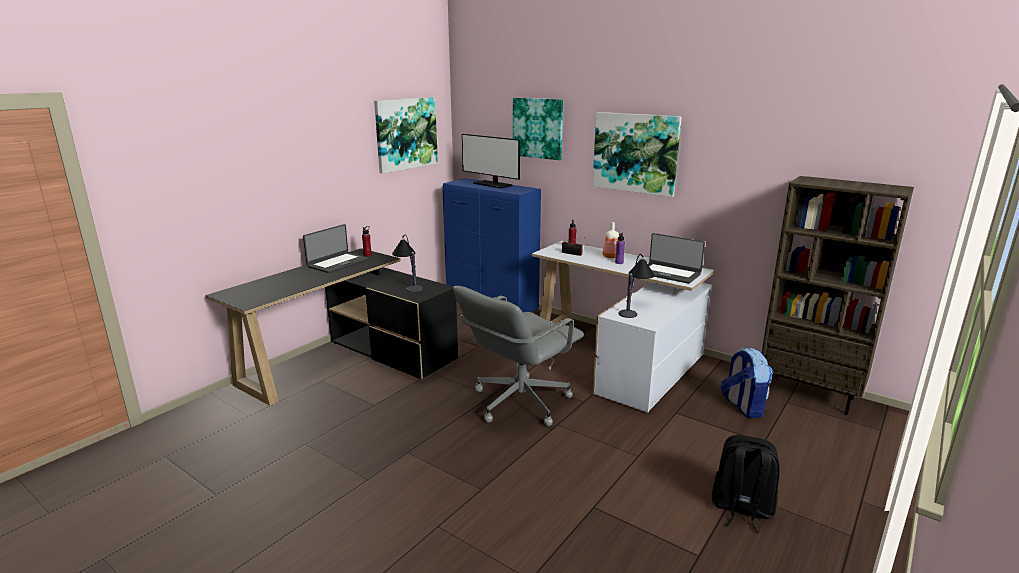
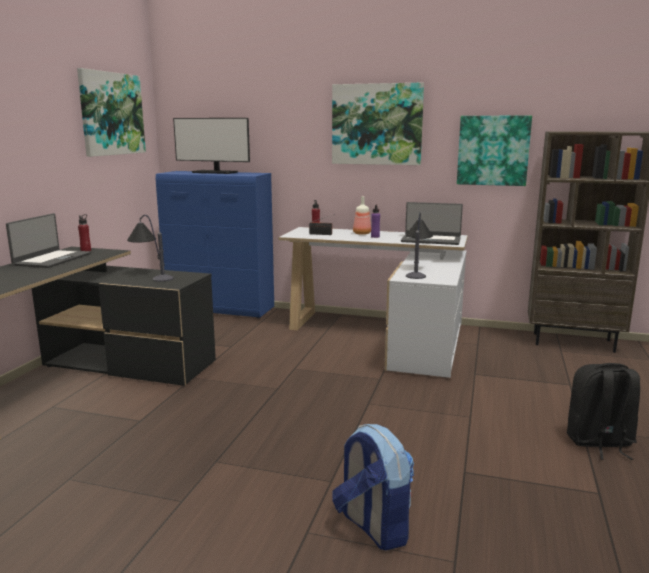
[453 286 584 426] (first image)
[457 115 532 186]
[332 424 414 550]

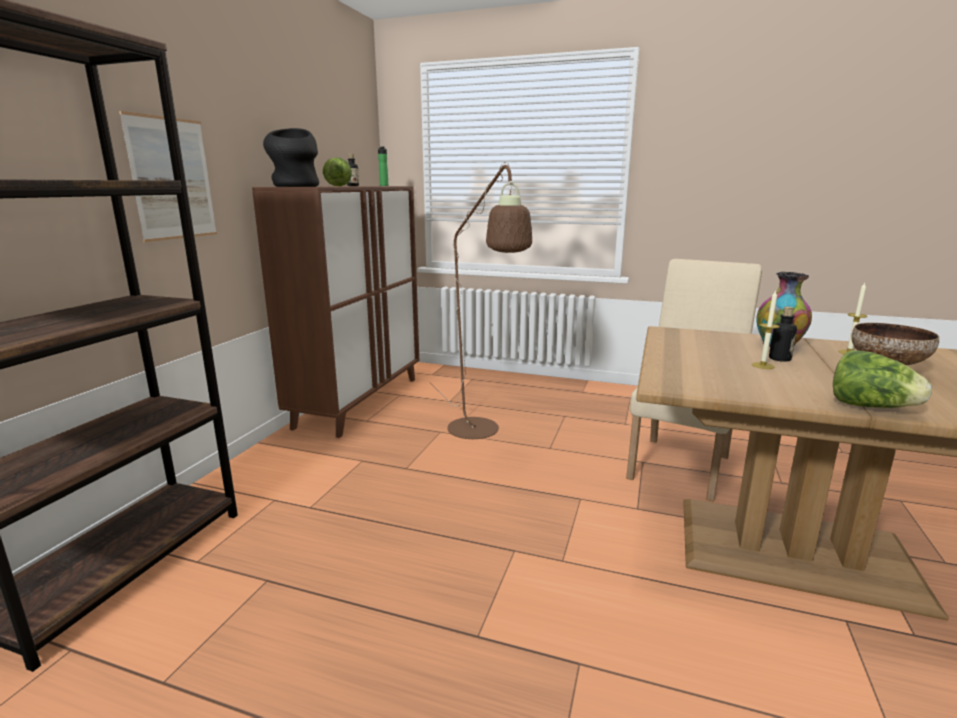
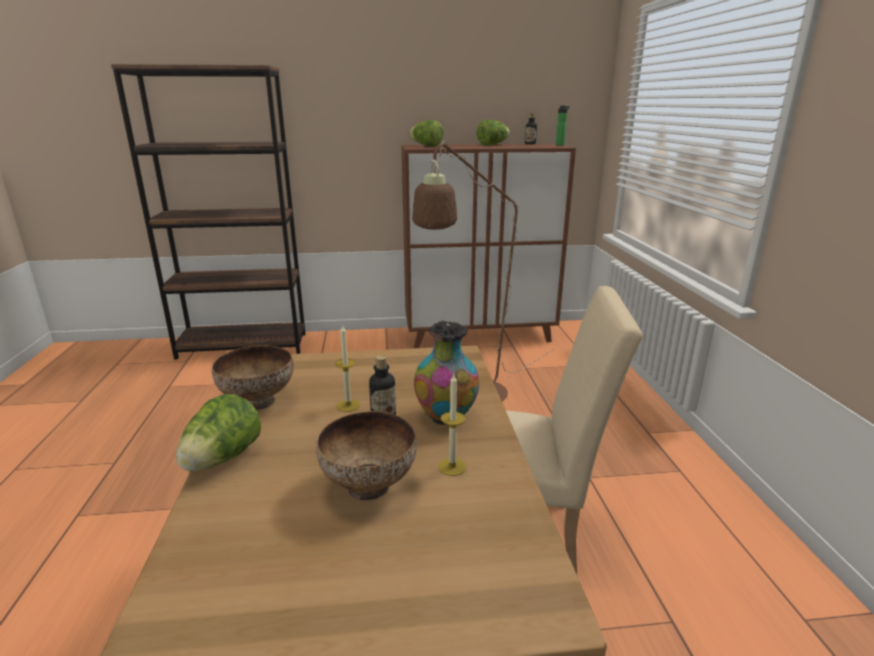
[119 111 217 242] (first image)
[212 345 294 410]
[409 120 443 146]

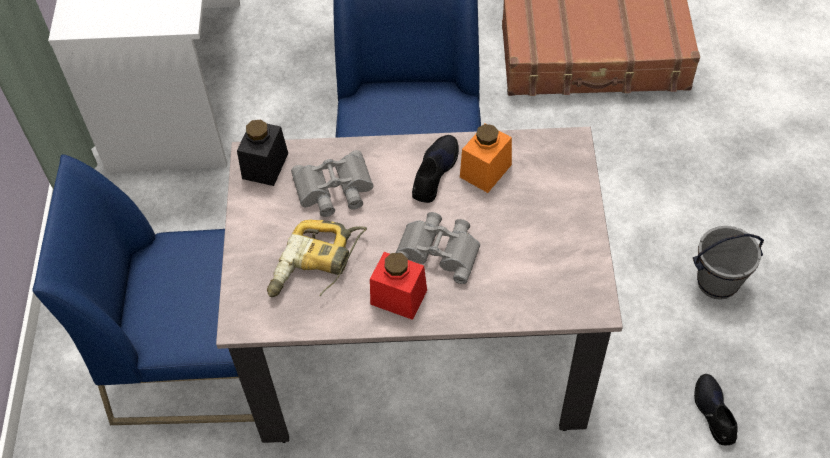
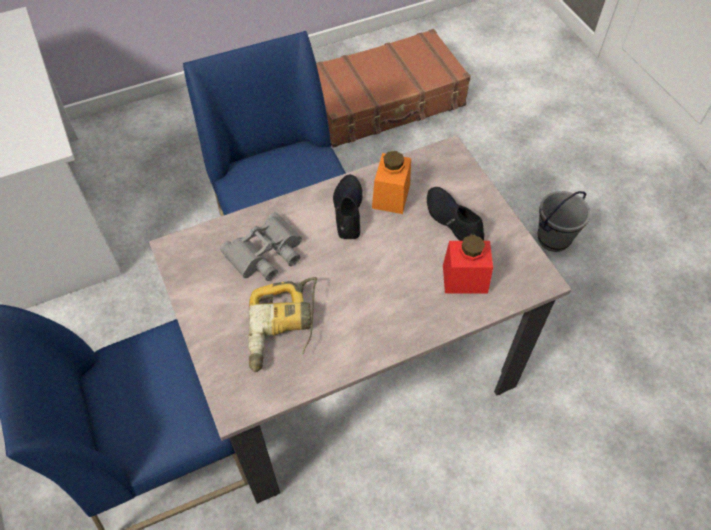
[237 120 288 186] (first image)
[396 212 480 284] (first image)
[443 235 493 294]
[427 187 484 241]

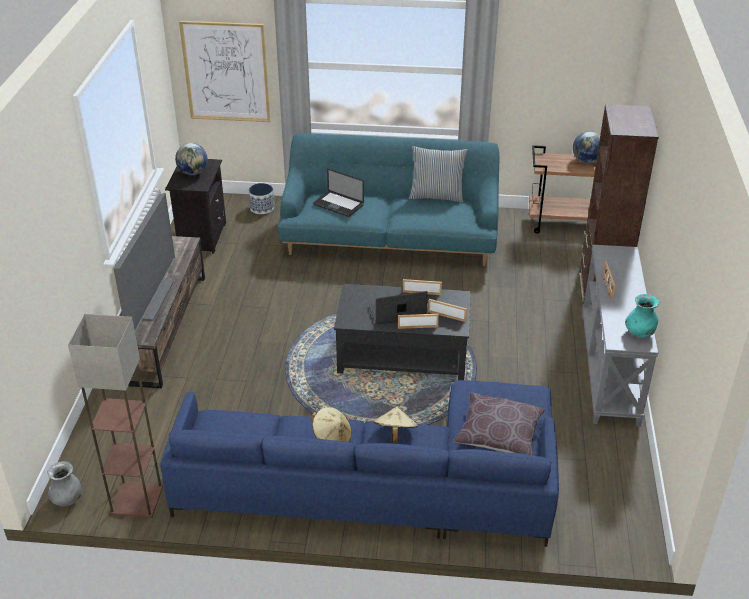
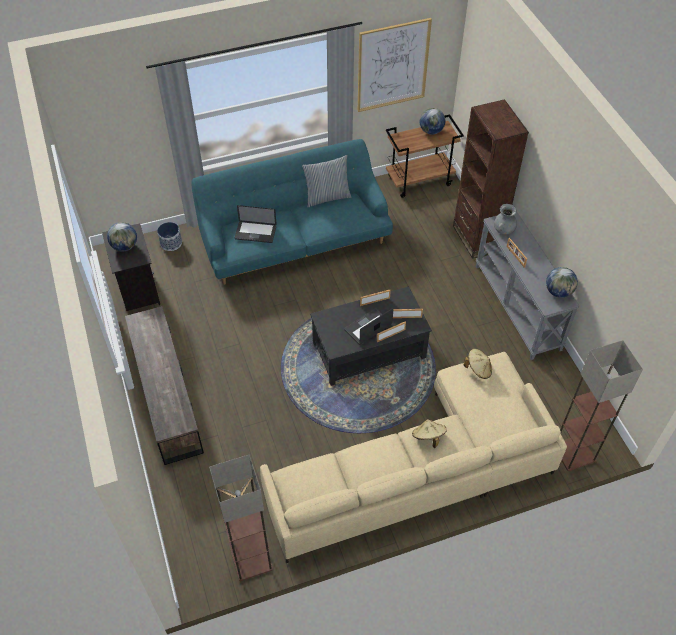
[113 193 175 332] (first image)
[453 393 546 455] (first image)
[560 340 643 471]
[494 204 517 235]
[358 18 432 112]
[464 349 492 379]
[546 267 578 298]
[260 352 567 563]

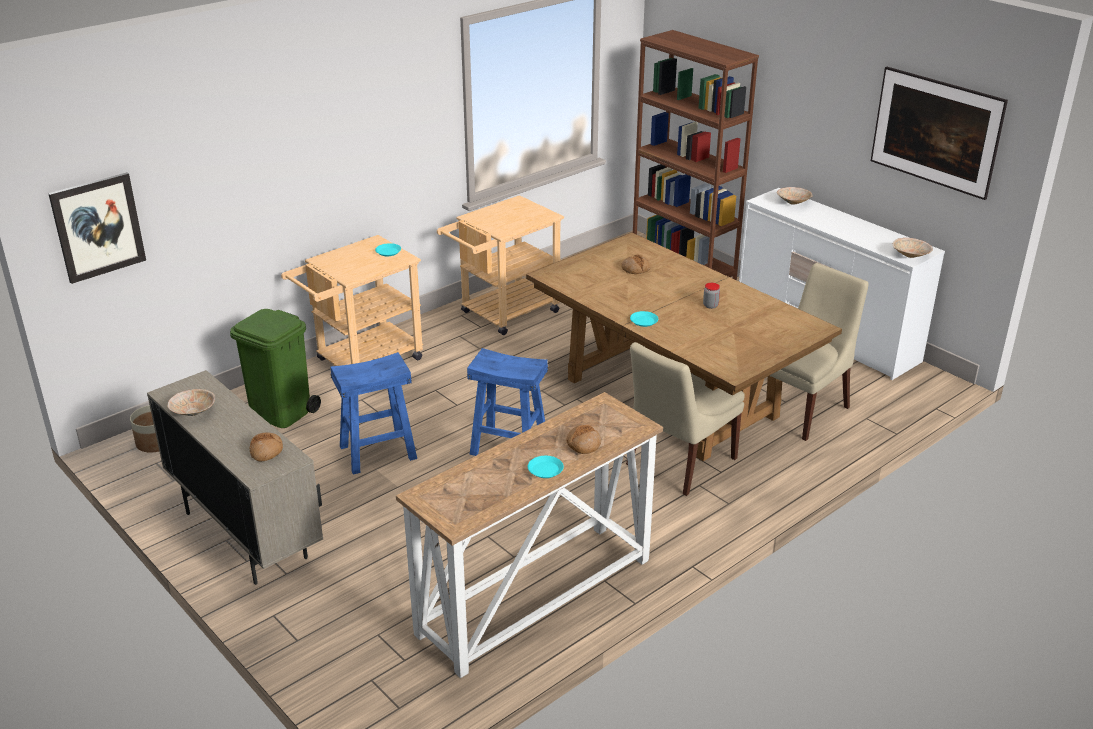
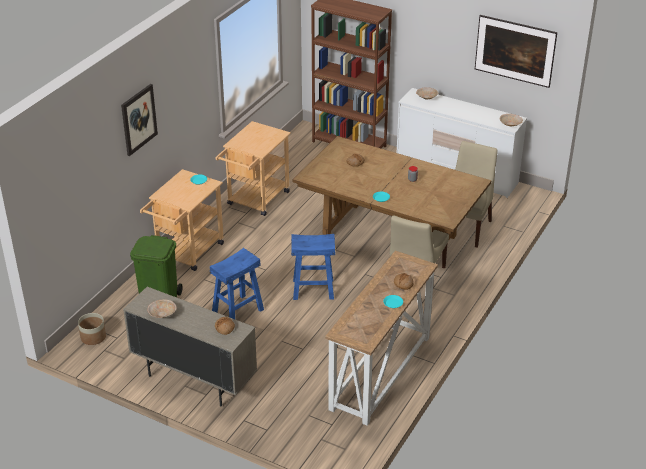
[121 84 158 156]

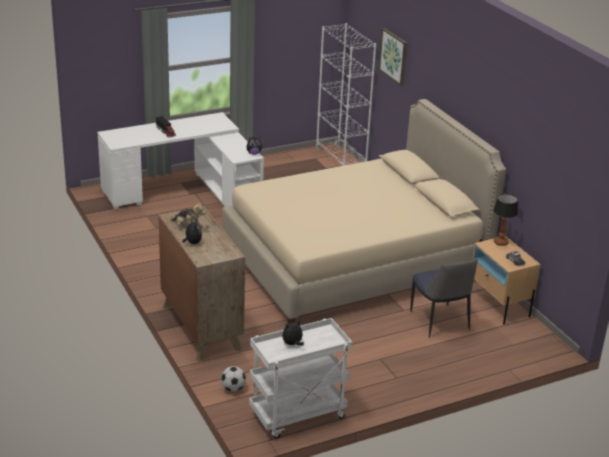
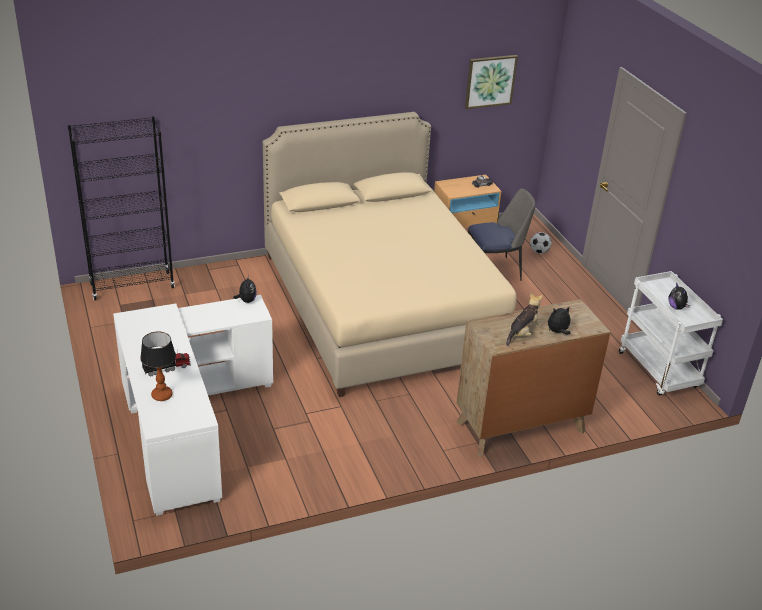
[530 232 552 254]
[465 55 518 109]
[140 331 176 401]
[68 116 175 300]

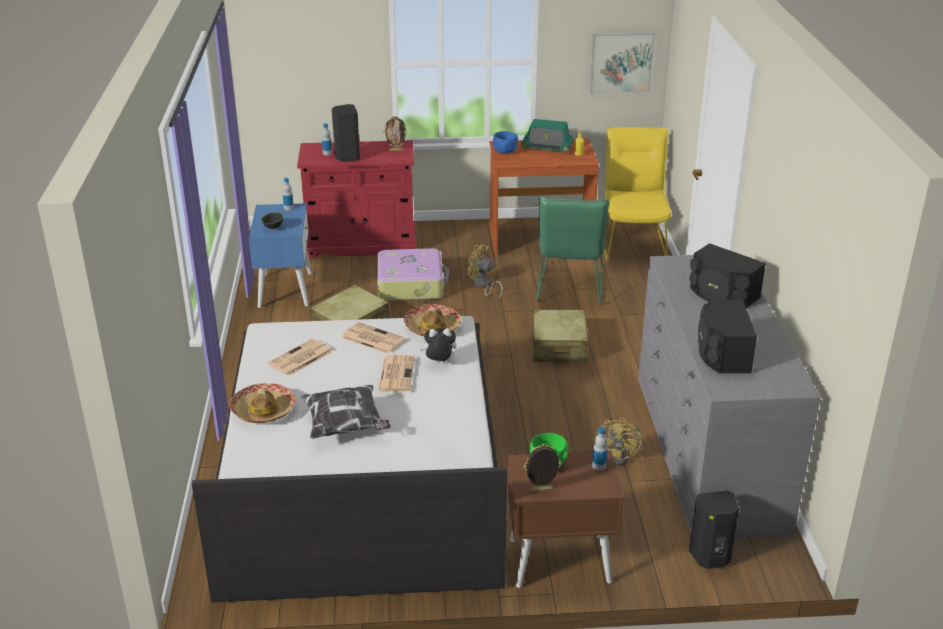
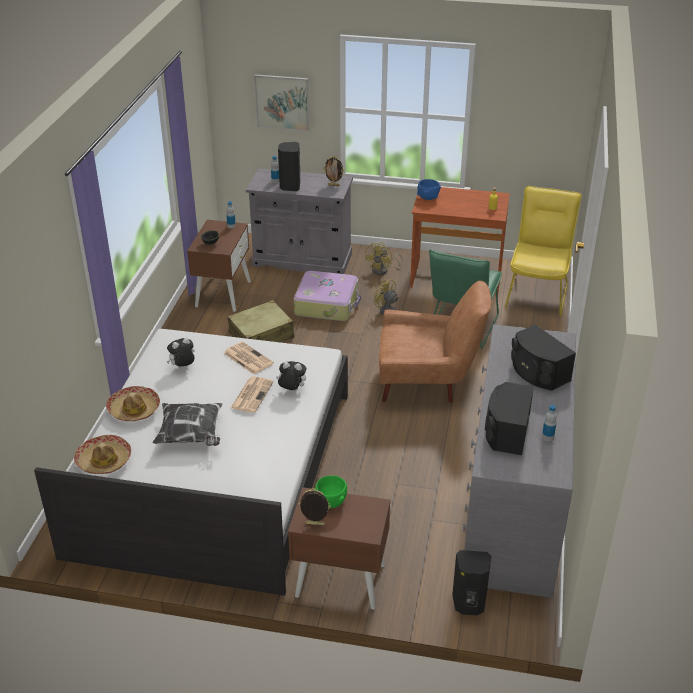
[521 119 574 153] (first image)
[74 435 131 474]
[254 74 310 131]
[542 405 557 441]
[365 242 403 275]
[166 338 195 368]
[379 281 491 403]
[187 220 251 312]
[246 168 353 274]

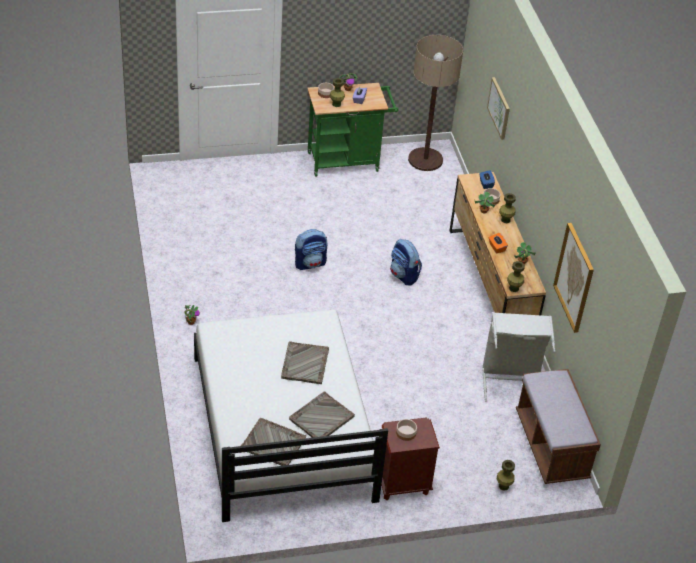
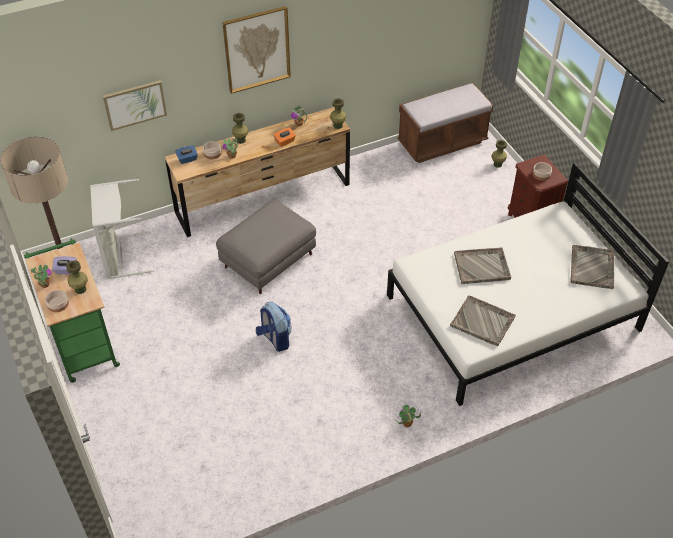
[450 295 516 346]
[90 179 155 279]
[222 6 291 94]
[216 200 316 294]

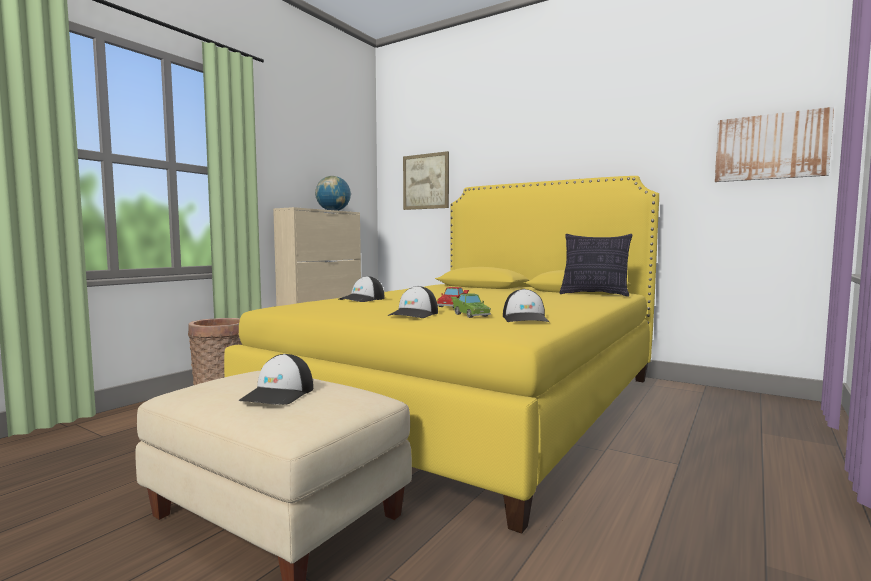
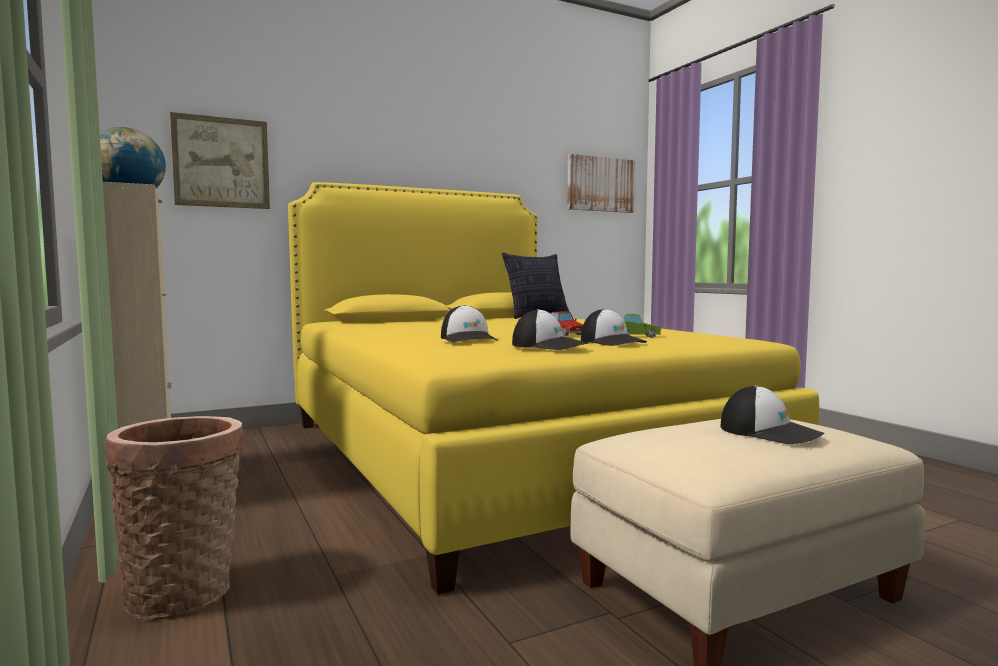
[512 309 588 350]

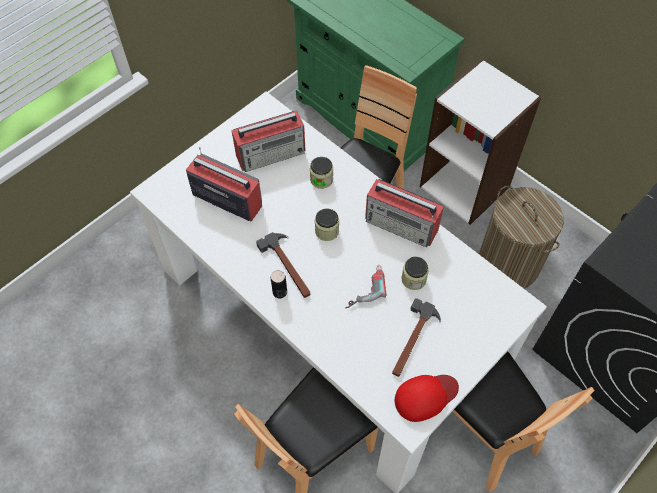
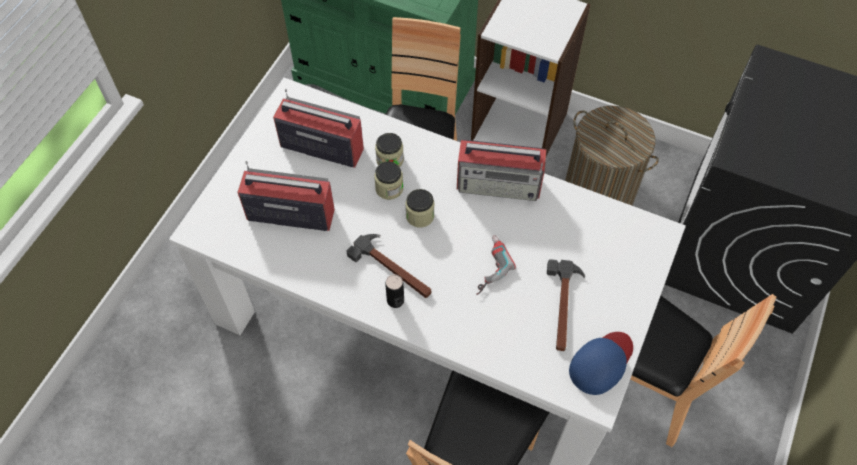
[374 161 403 200]
[569 332 633 395]
[273 88 364 168]

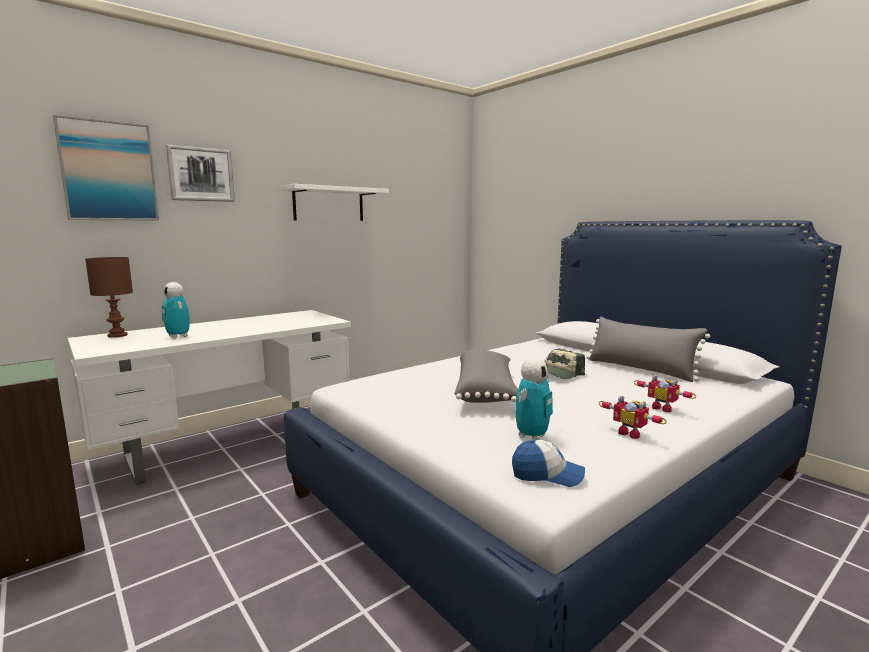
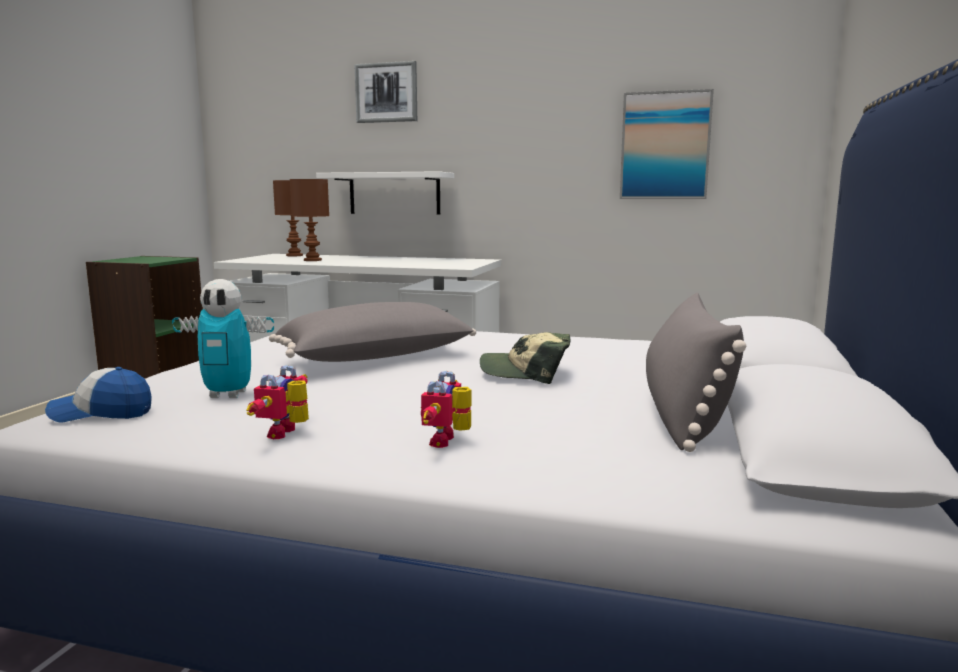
[620 89 714 199]
[316 171 454 214]
[290 179 329 261]
[45 367 152 423]

